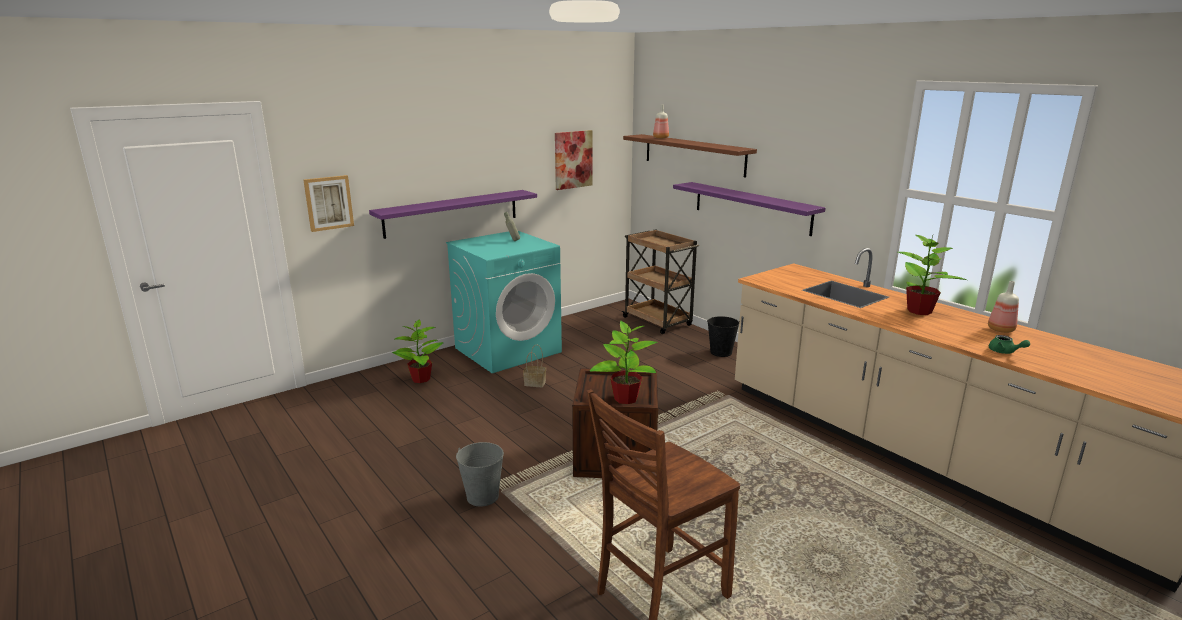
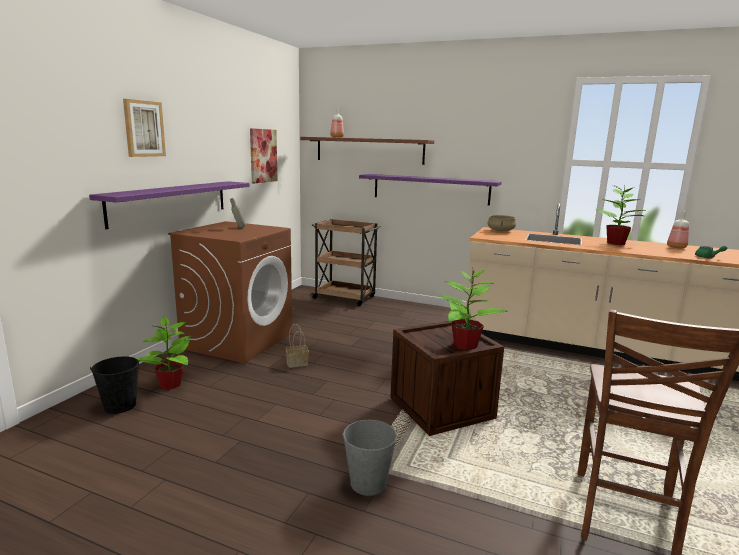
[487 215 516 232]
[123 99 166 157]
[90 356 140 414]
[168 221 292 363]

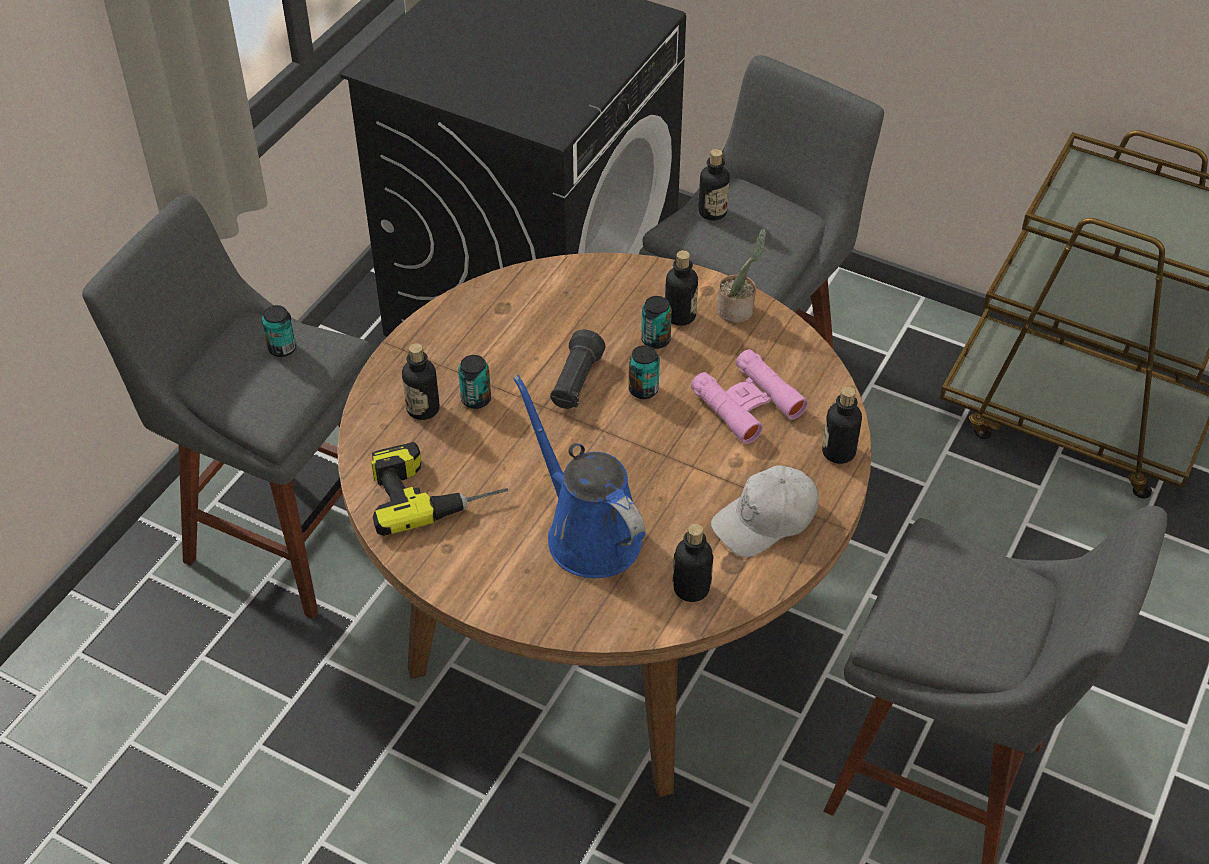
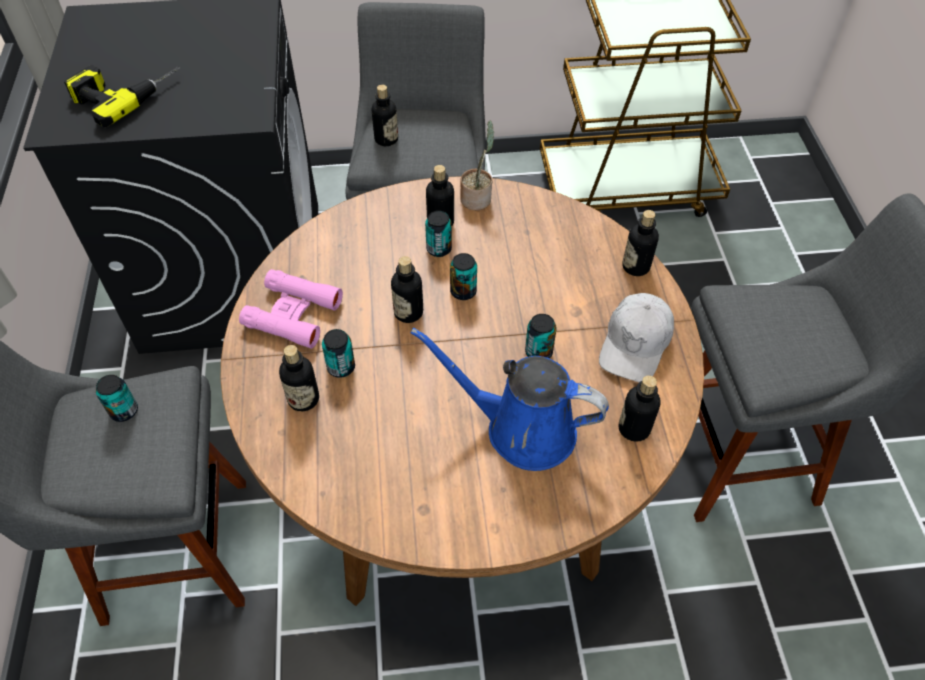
[525 314 557 358]
[64 65 180 127]
[239 269 343 349]
[391 256 423 323]

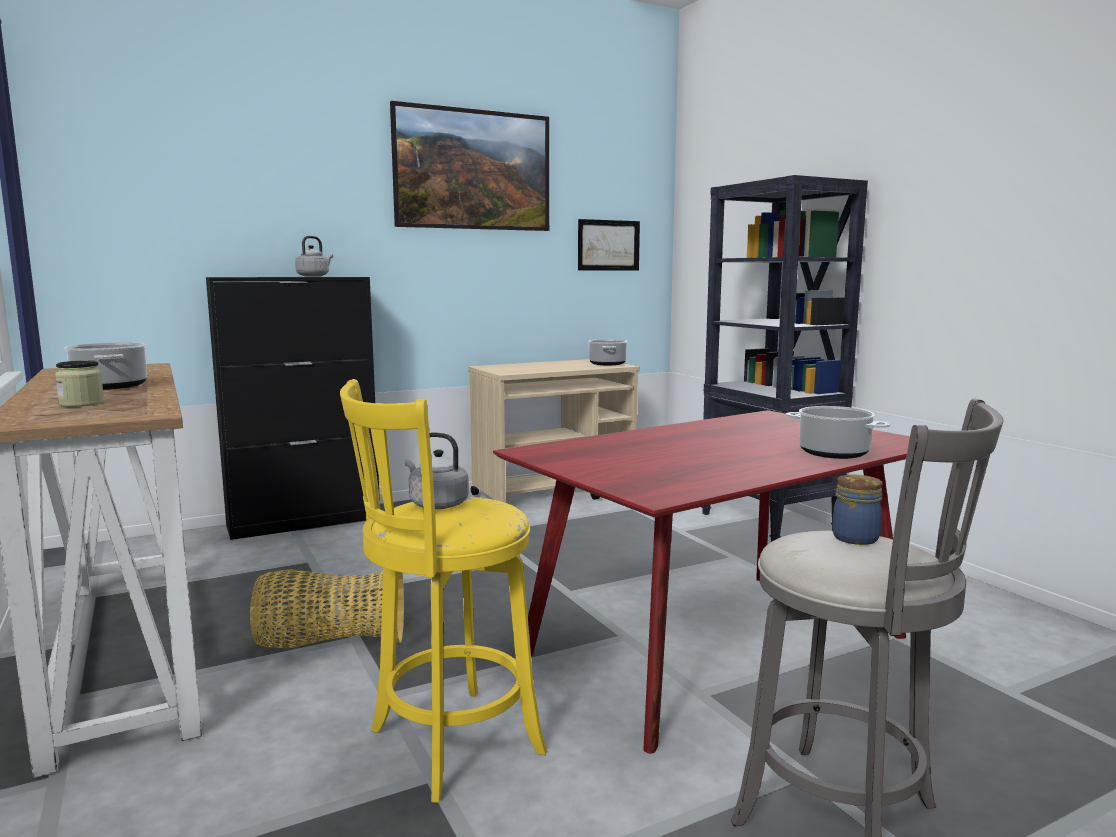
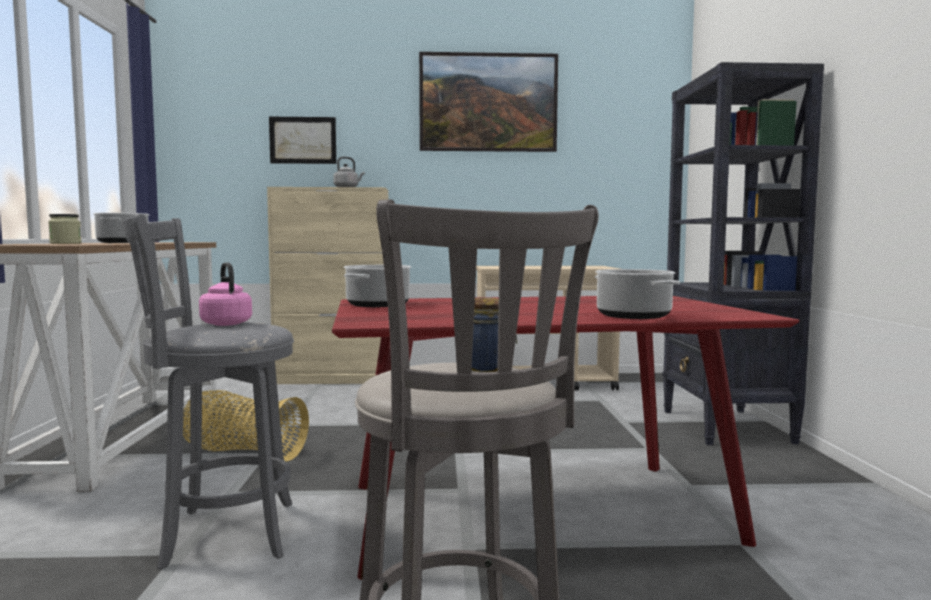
[269 117 336 164]
[344 265 411 307]
[267 187 388 384]
[123 214 294 570]
[199 262 252 326]

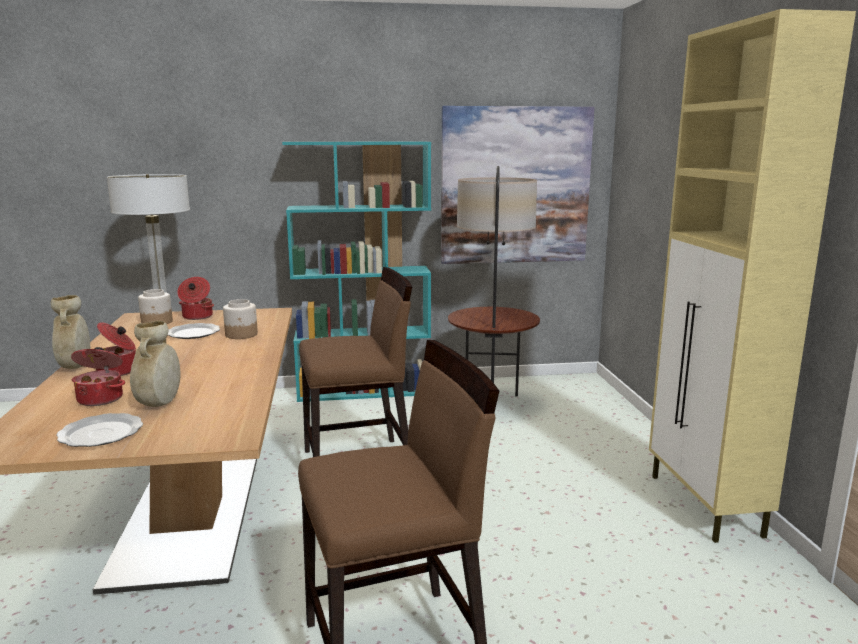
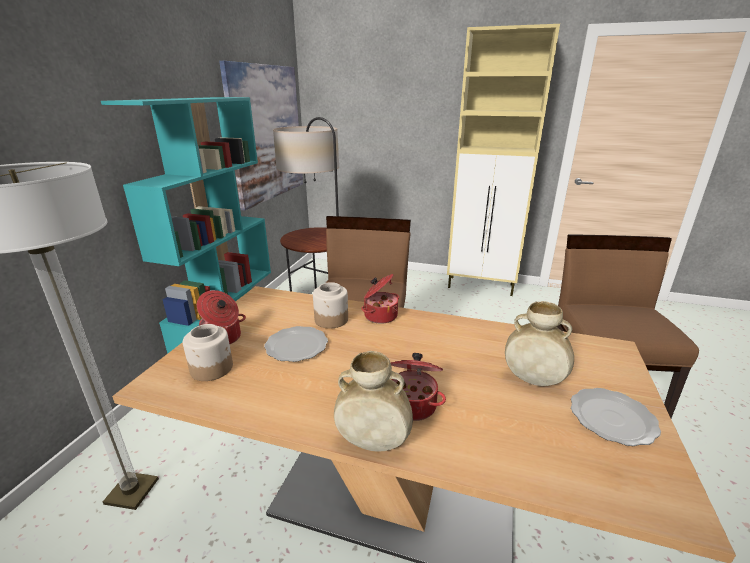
[361 274 399 324]

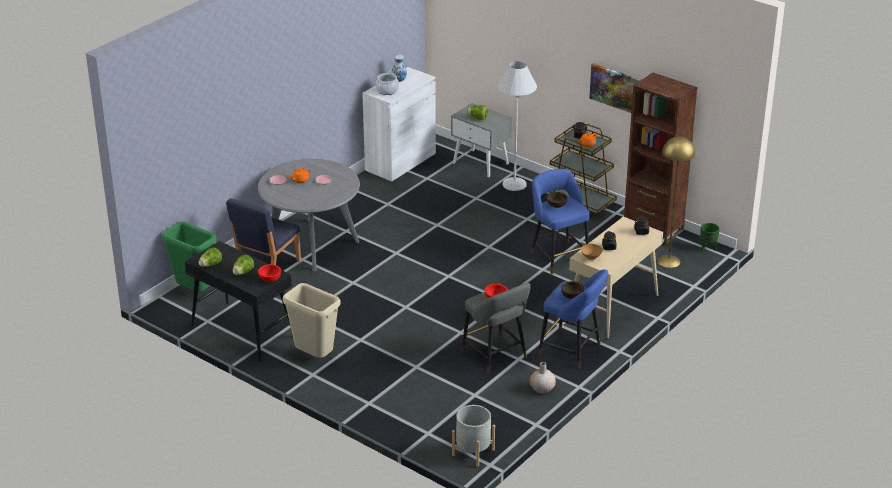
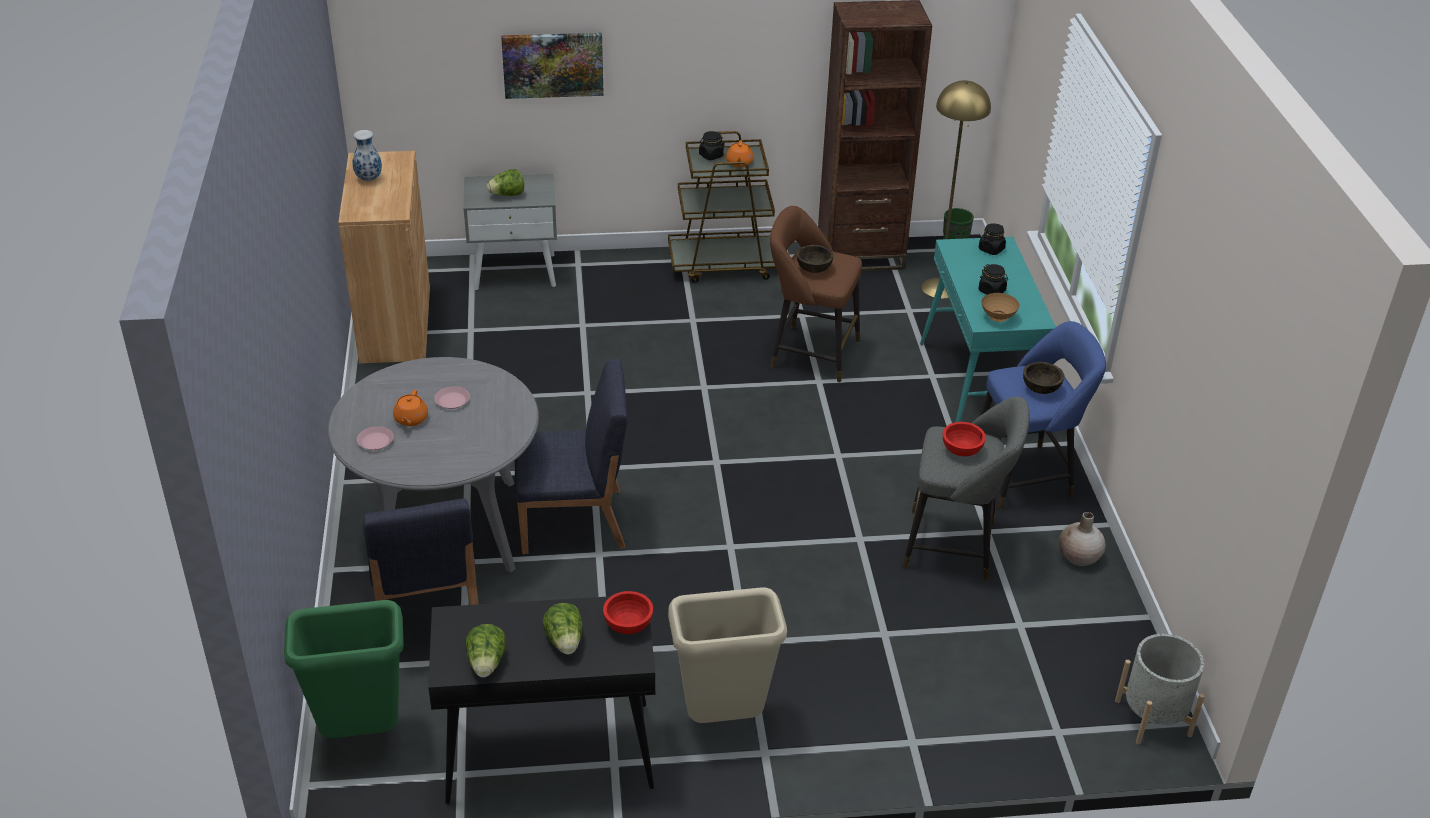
[375 71 399 95] (first image)
[497 61 537 191] (first image)
[515 359 627 554]
[501 33 604 99]
[338 151 430 364]
[770 206 862 382]
[920 237 1056 422]

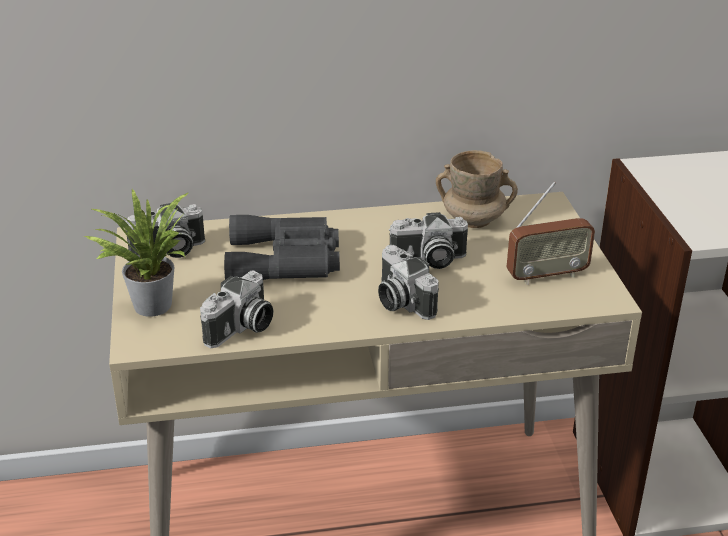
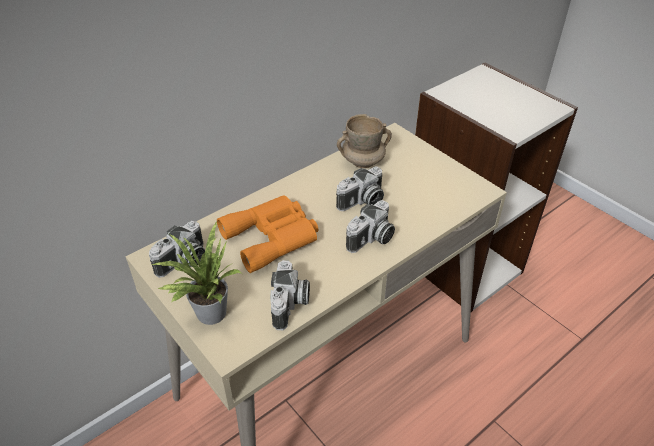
[507 182 595 285] (first image)
[217 195 318 273]
[346 200 395 253]

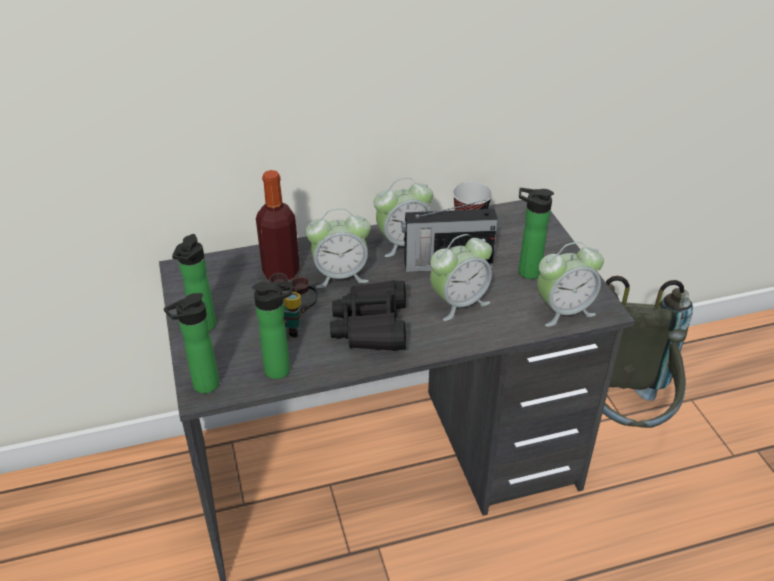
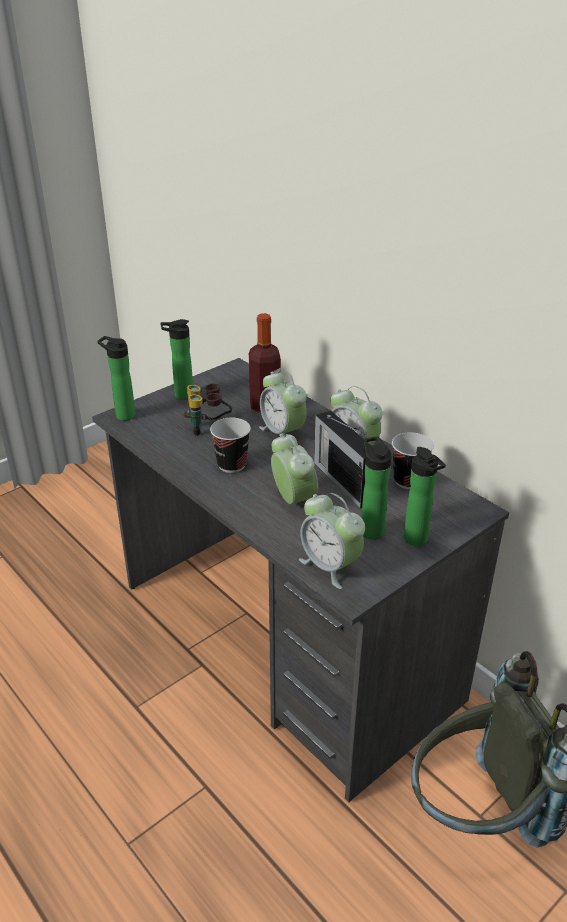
[404 447 446 546]
[210 418 251 473]
[271 434 318 504]

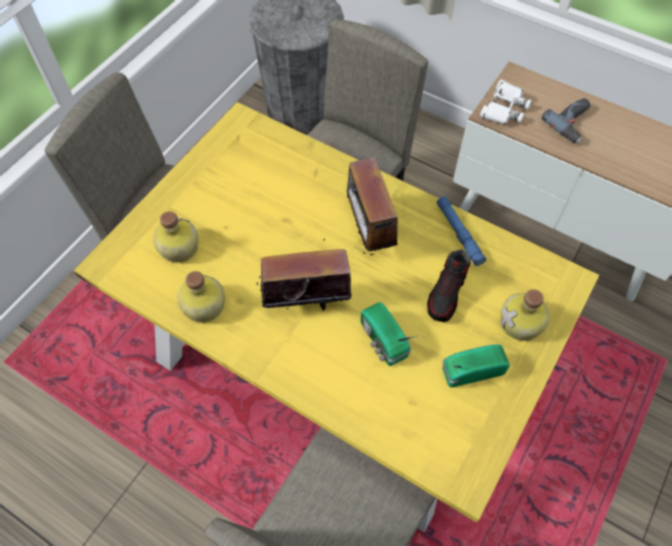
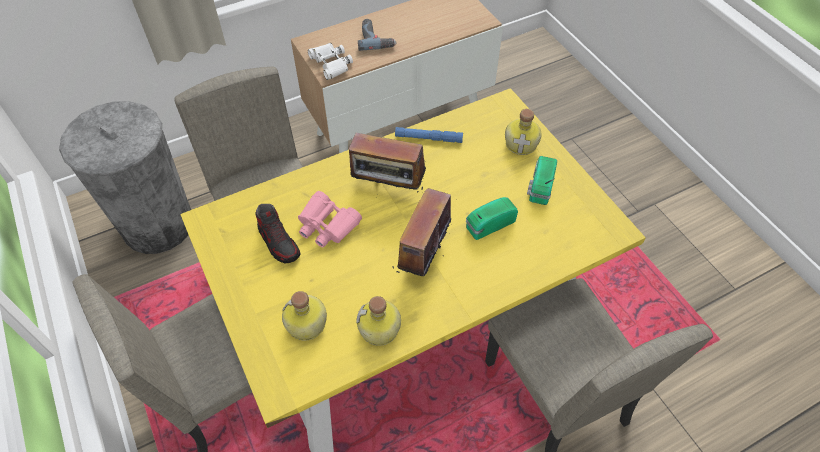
[298 191 362 248]
[255 204 301 264]
[466 197 518 240]

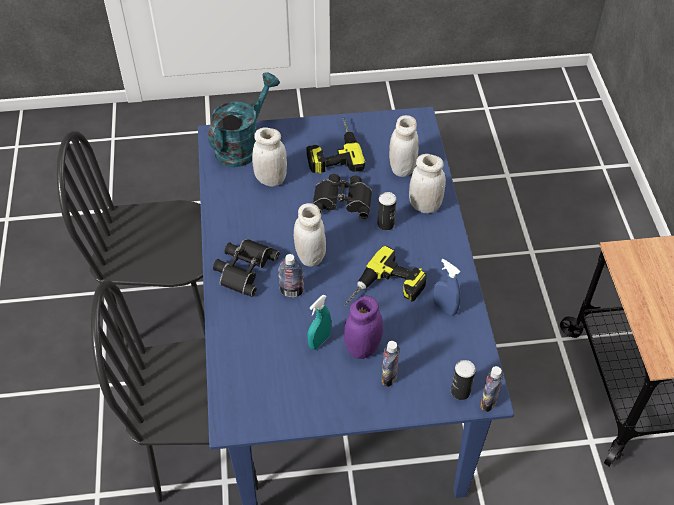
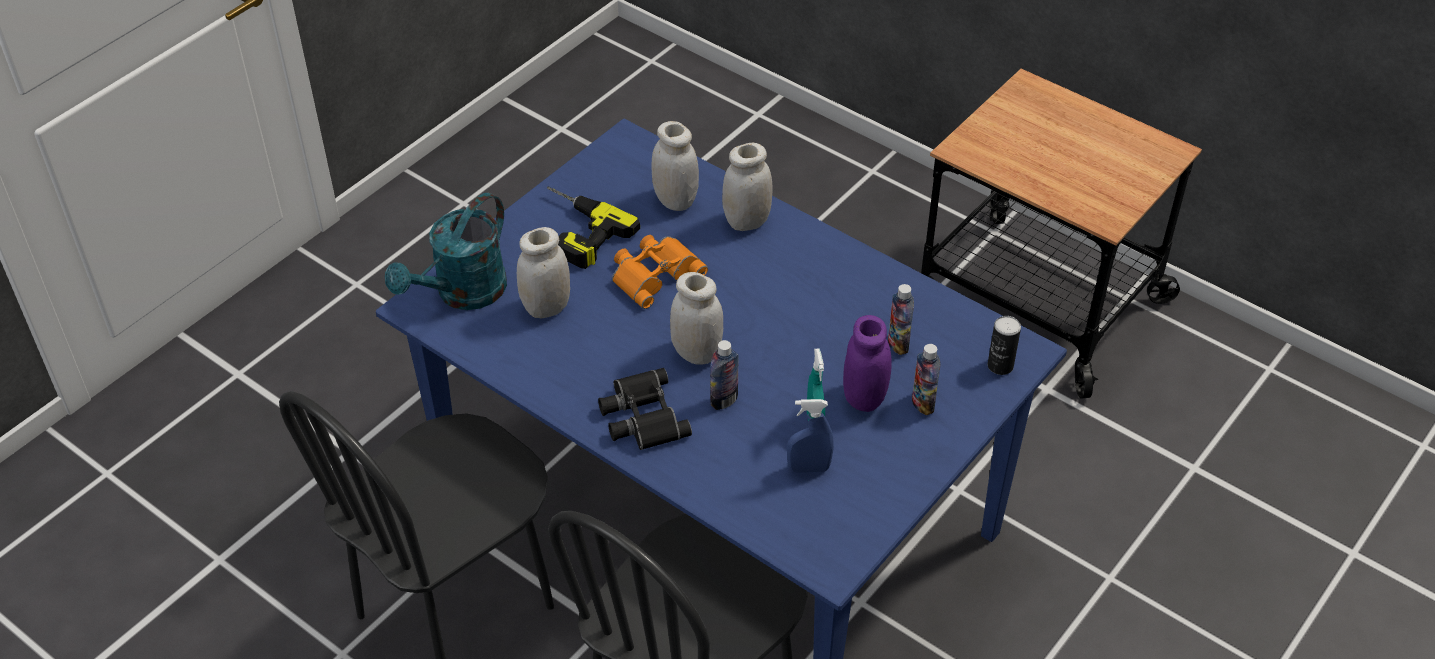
[344 246 427 306] (first image)
[377 192 396 231] (first image)
[787 399 834 473]
[888 284 914 355]
[612 235 708 309]
[385 193 507 310]

